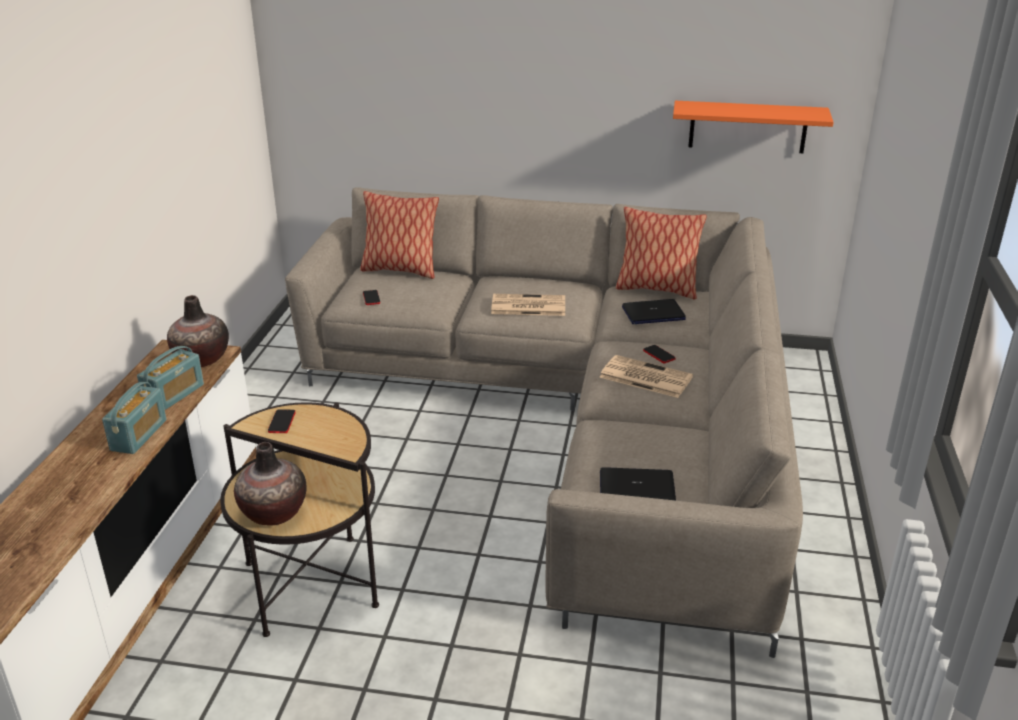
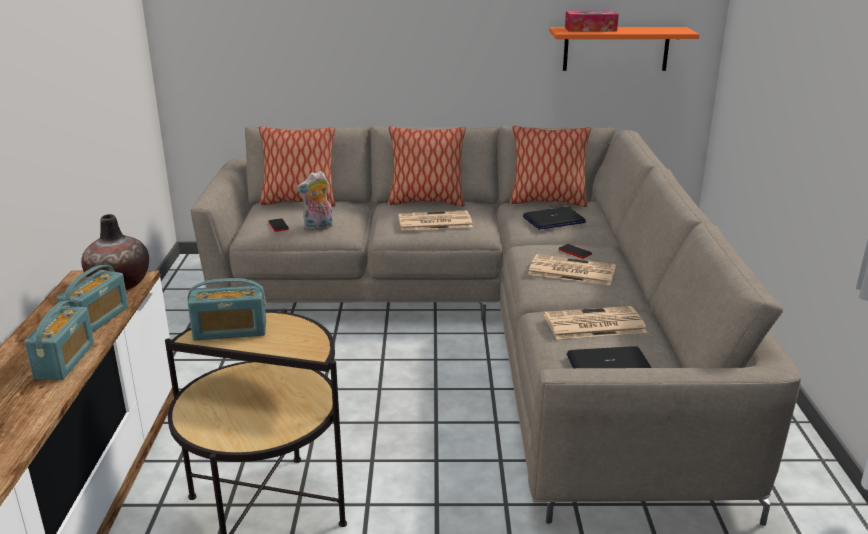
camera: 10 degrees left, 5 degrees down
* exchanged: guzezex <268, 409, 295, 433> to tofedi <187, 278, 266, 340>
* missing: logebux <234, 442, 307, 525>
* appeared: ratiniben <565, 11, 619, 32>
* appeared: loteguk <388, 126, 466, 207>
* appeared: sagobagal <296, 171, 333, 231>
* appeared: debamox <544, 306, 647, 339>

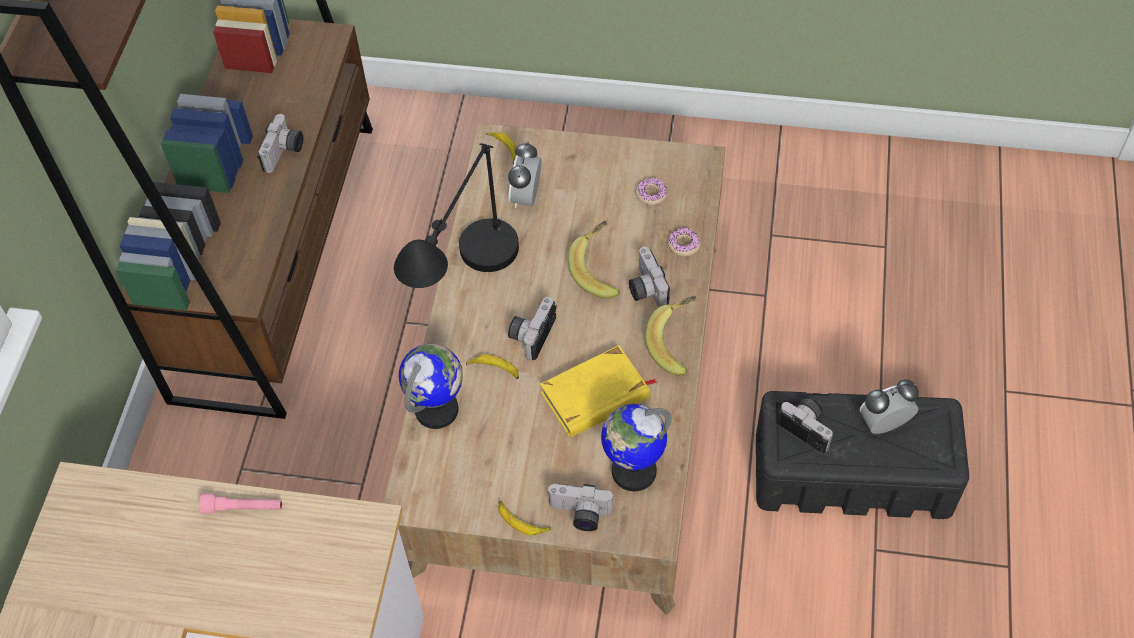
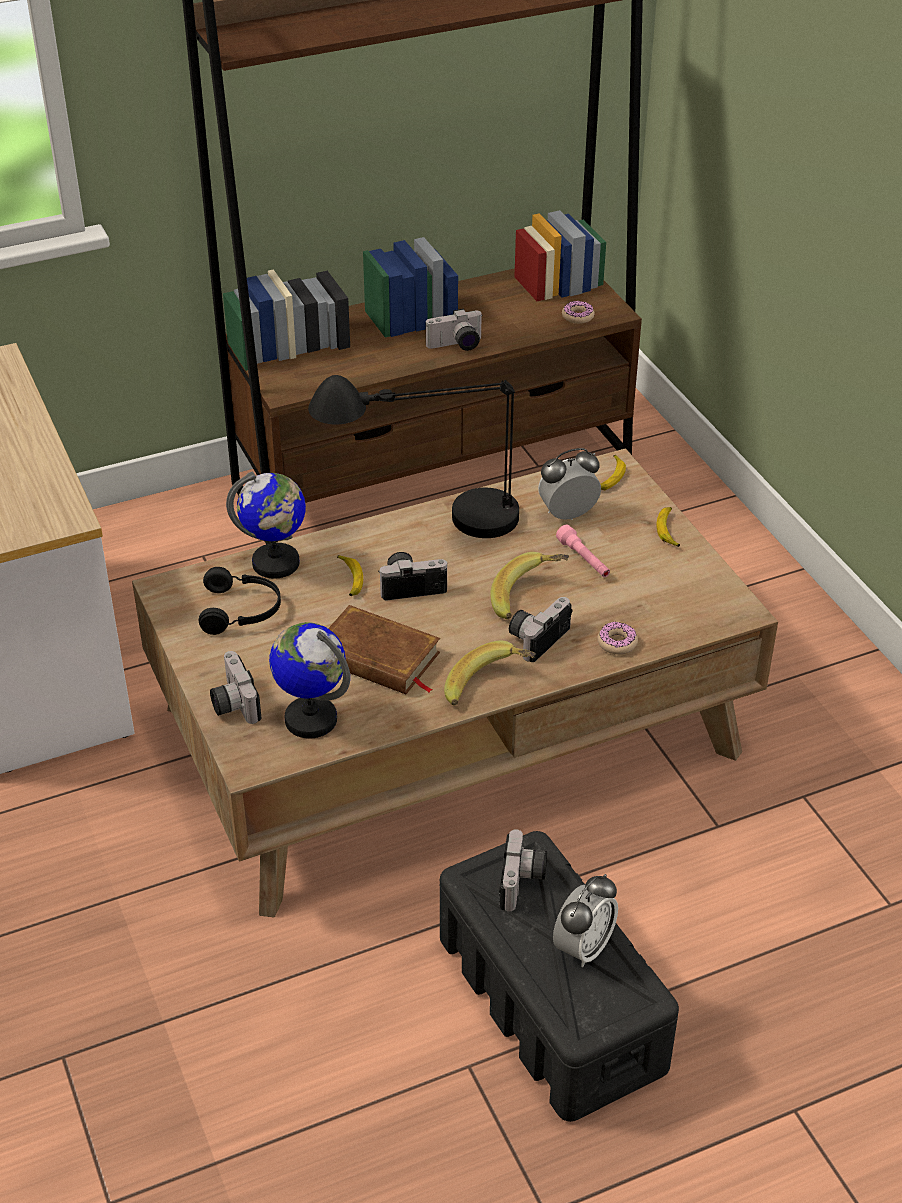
camera: 55 degrees right, 15 degrees down
* relocated: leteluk <636, 178, 668, 206> to <562, 301, 595, 324>
* colour: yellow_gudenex <540, 345, 656, 438> to brown_gudenex <328, 605, 440, 695>
* spun: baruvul <859, 379, 919, 434> = <553, 874, 618, 967> 90 degrees clockwise
* relocated: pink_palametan <199, 494, 282, 514> to <556, 525, 610, 577>
* relocated: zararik <498, 501, 551, 536> to <657, 507, 680, 547>
* appeared: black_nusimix <198, 567, 281, 635>

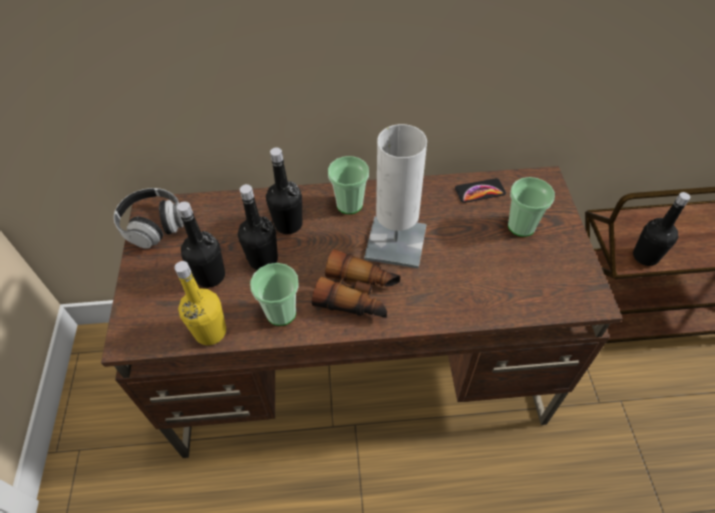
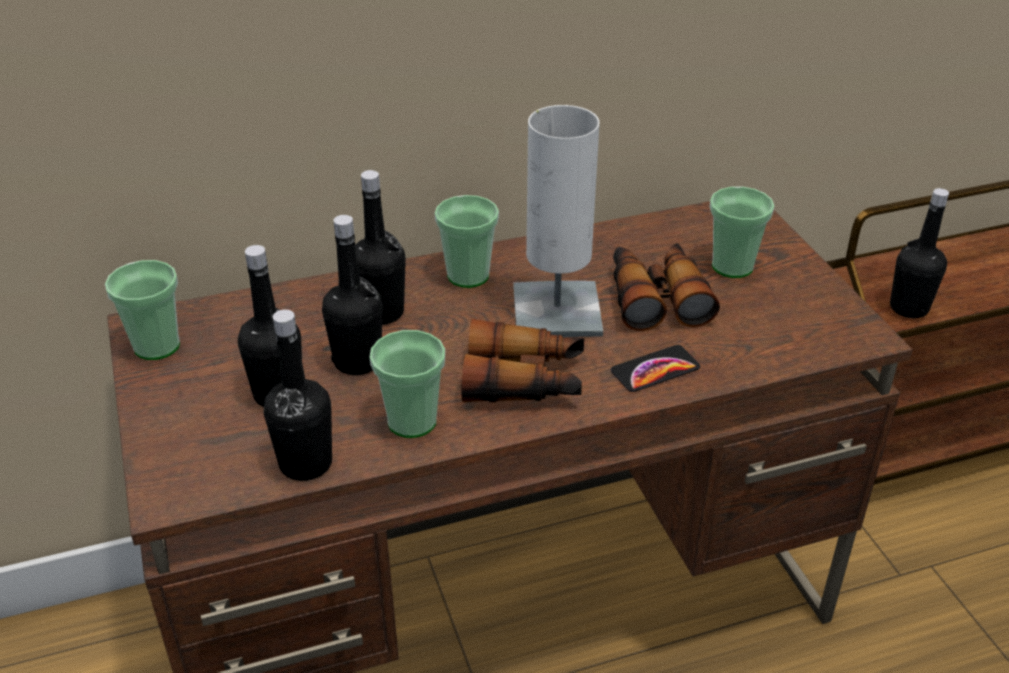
camera: 15 degrees left, 15 degrees down
* relocated: guzezex <455, 178, 506, 203> to <611, 345, 700, 392>
* exchanged: nusimix <114, 188, 184, 249> to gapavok <105, 260, 180, 360>
* colour: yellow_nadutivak <174, 261, 226, 345> to black_nadutivak <264, 310, 332, 481>
* appeared: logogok <613, 243, 720, 331>

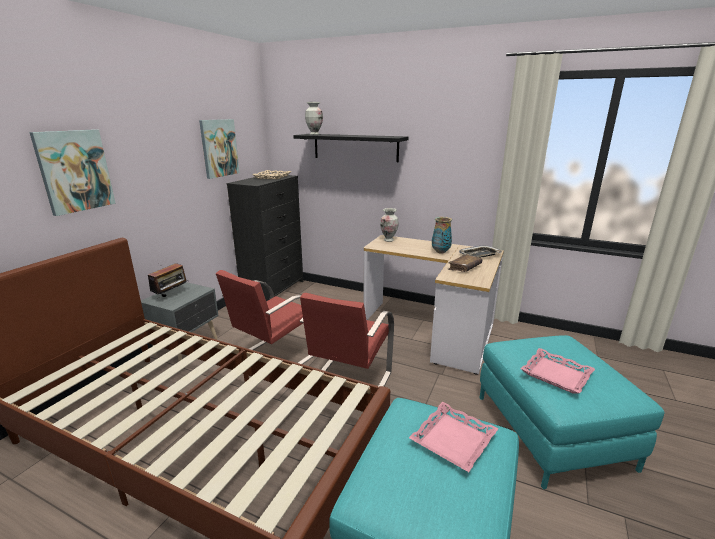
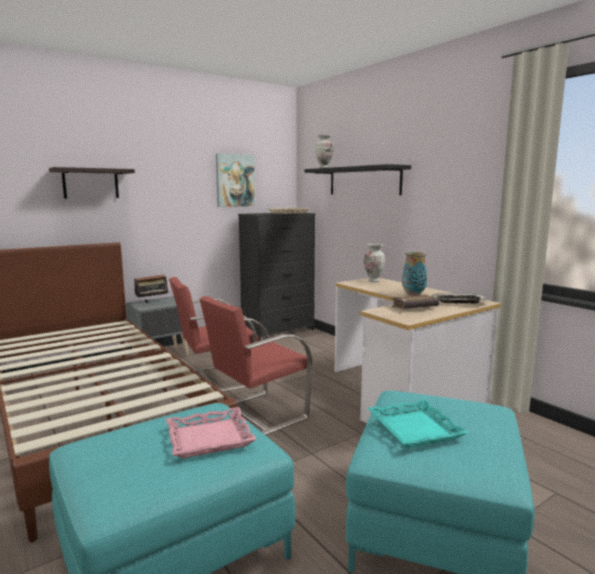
camera: 30 degrees right, 10 degrees down
* exchanged: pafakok <29, 129, 116, 216> to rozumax <49, 167, 135, 199>
* colour: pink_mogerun <521, 348, 595, 394> to turquoise_mogerun <368, 399, 468, 448>

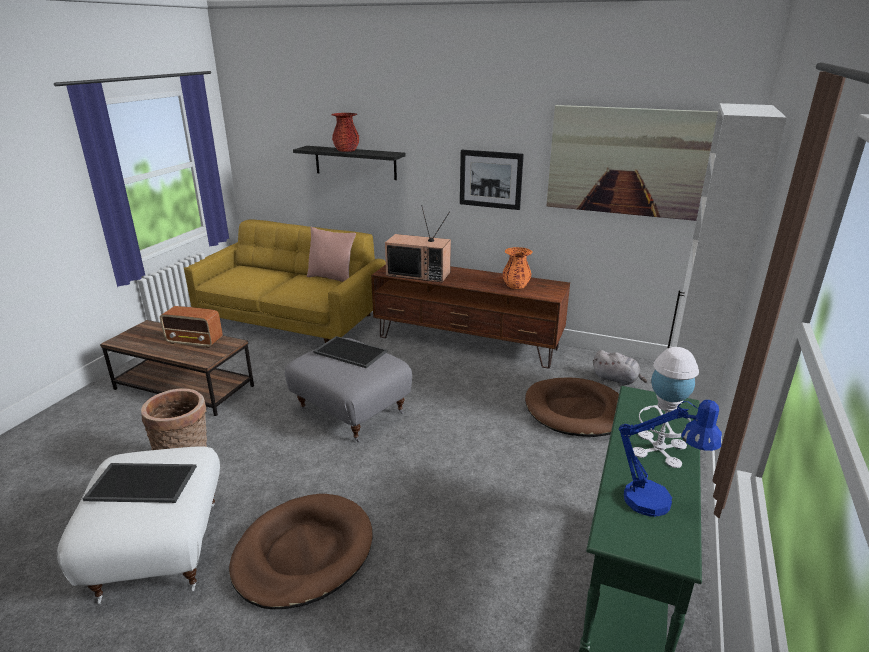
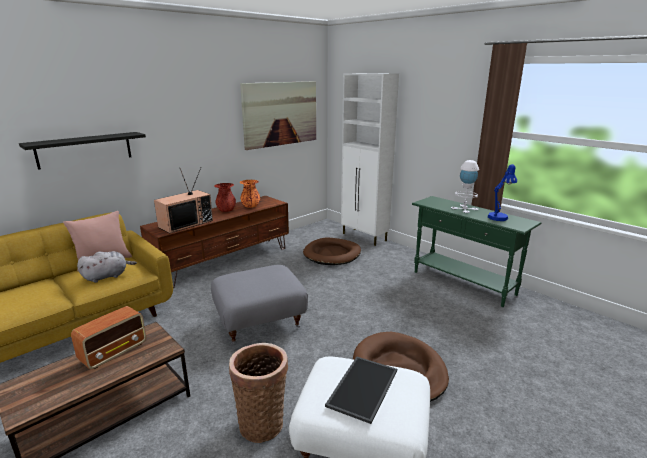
camera: 65 degrees left, 5 degrees down
* relocated: red_logebux <331, 113, 359, 152> to <215, 183, 236, 212>
* missing: pafakok <460, 150, 524, 210>
* missing: mogerun <313, 336, 387, 368>
* relocated: grey_sagobagal <593, 350, 647, 386> to <77, 251, 137, 283>

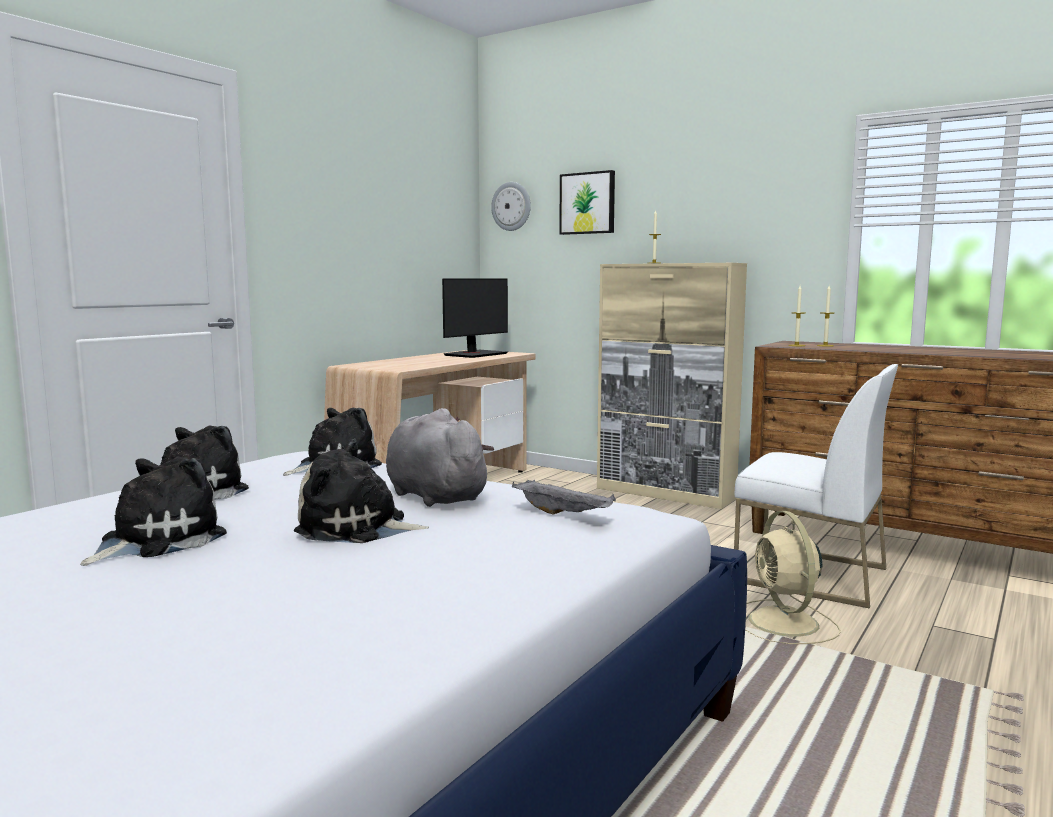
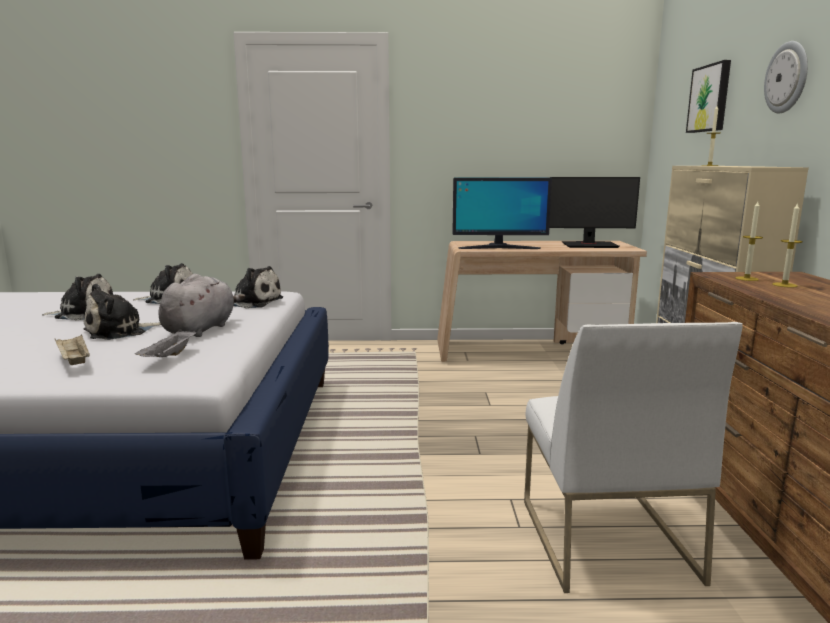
camera: 55 degrees right, 5 degrees up
* relocated: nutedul <491, 182, 531, 231> to <764, 41, 808, 114>
* spun: sagobagal <294, 439, 429, 543> = <84, 283, 161, 340> 105 degrees counterclockwise
* missing: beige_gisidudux <745, 511, 841, 644>
* appeared: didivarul <452, 178, 552, 249>
* appeared: beige_mogerun <55, 334, 90, 365>

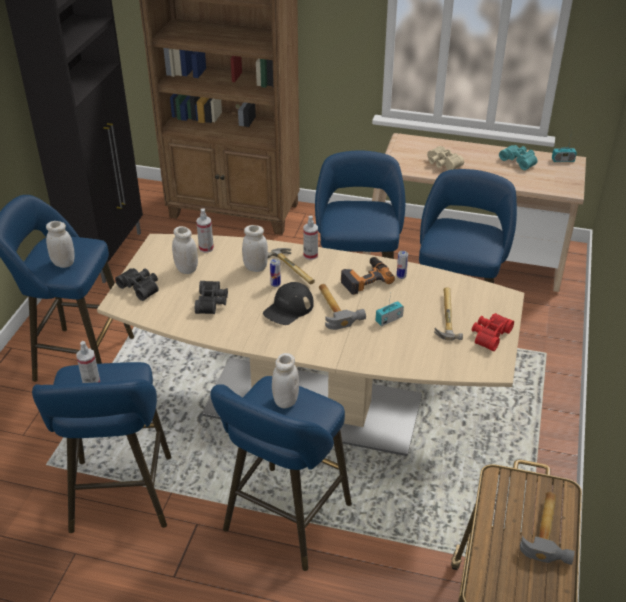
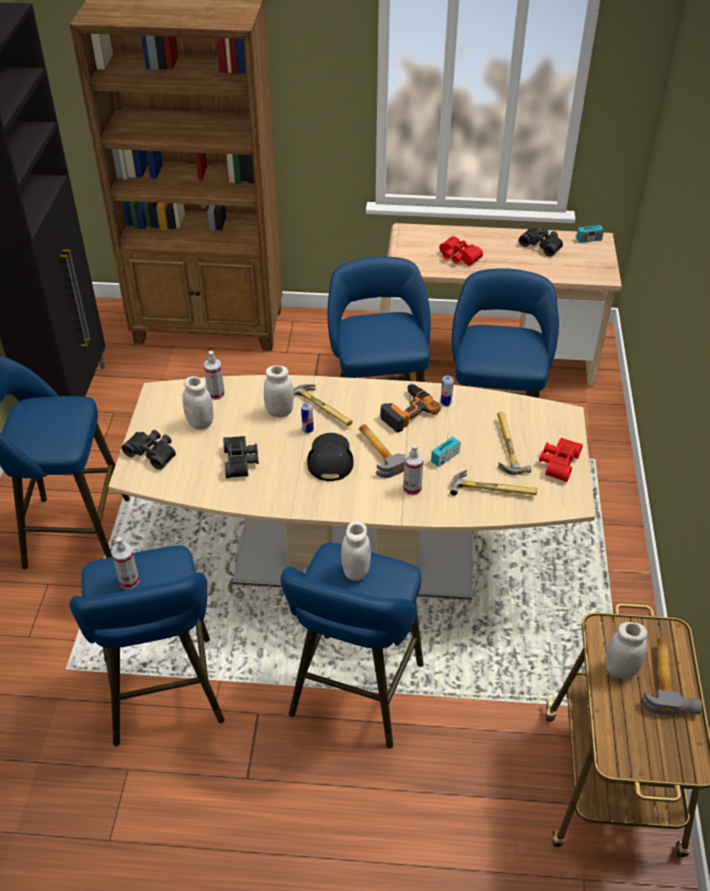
camera: 10 degrees left, 5 degrees up
* colour: turquoise_logogok <499, 145, 538, 170> to black_logogok <519, 227, 563, 257>
* colour: beige_logogok <427, 146, 464, 170> to red_logogok <439, 236, 483, 266>
* relocated: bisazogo <303, 215, 318, 260> to <403, 445, 423, 496>
* relocated: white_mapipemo <46, 221, 75, 268> to <605, 622, 647, 679>
* spun: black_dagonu <263, 282, 314, 325> = <307, 433, 354, 481> 150 degrees clockwise
* appeared: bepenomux <450, 470, 537, 496>

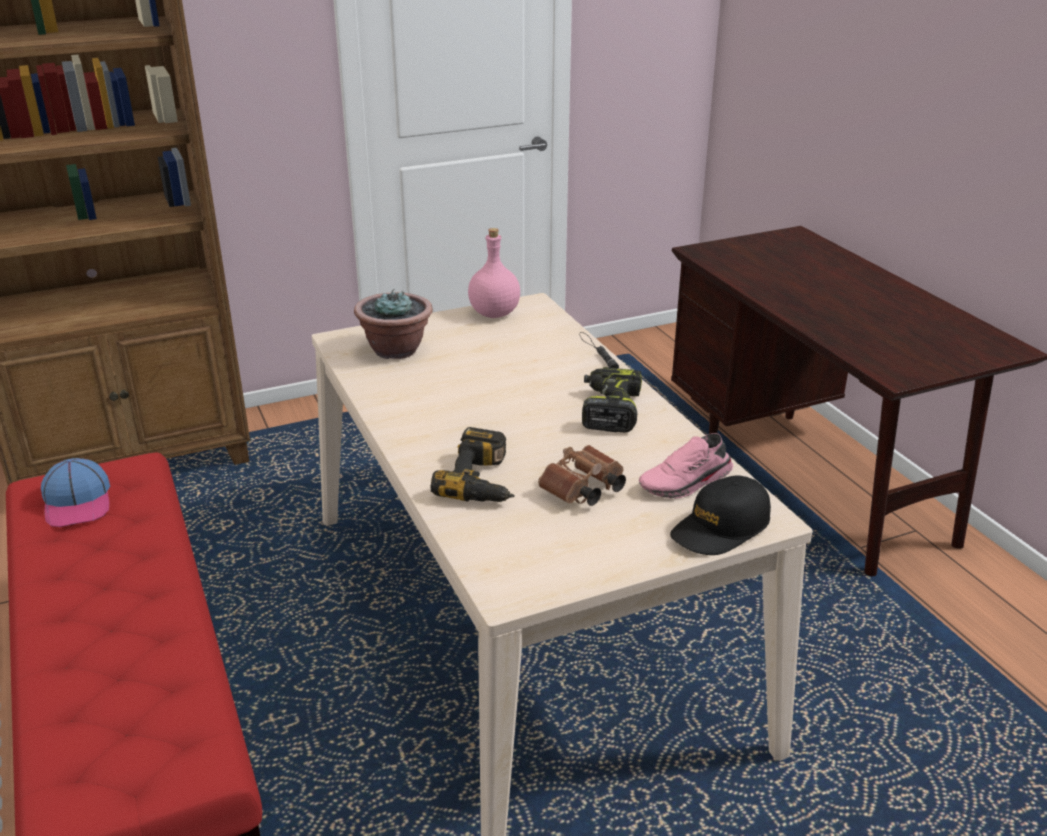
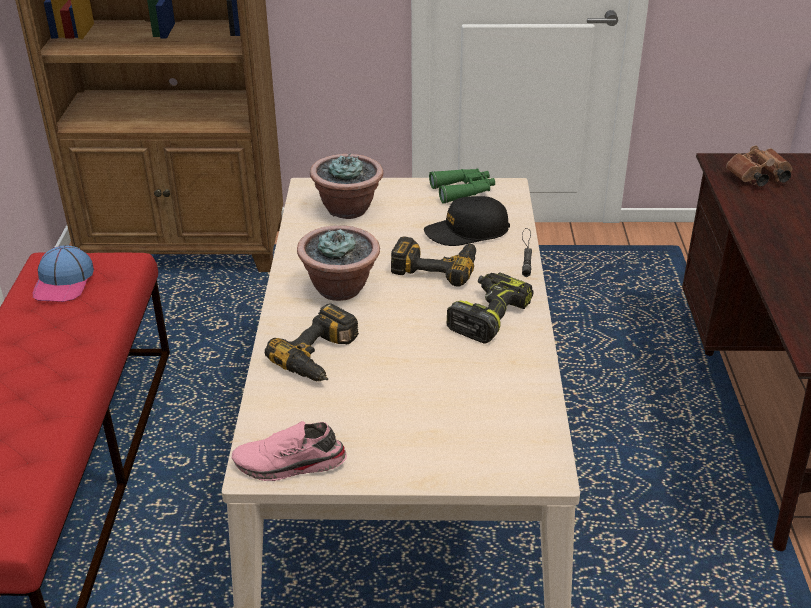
camera: 25 degrees right, 5 degrees up
* exchanged: pink_nadutivak <468, 228, 520, 318> to green_logogok <429, 168, 495, 204>
* relocated: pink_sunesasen <639, 433, 733, 498> to <232, 421, 347, 481>
* relocated: brown_logogok <538, 445, 626, 506> to <726, 145, 793, 187>
* relocated: black_dagonu <670, 475, 771, 555> to <424, 196, 510, 246>
* appeared: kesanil <297, 225, 380, 301>
* appeared: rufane <391, 236, 476, 287>

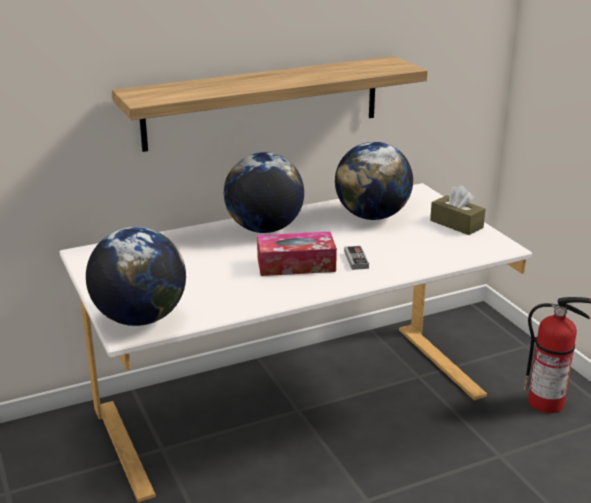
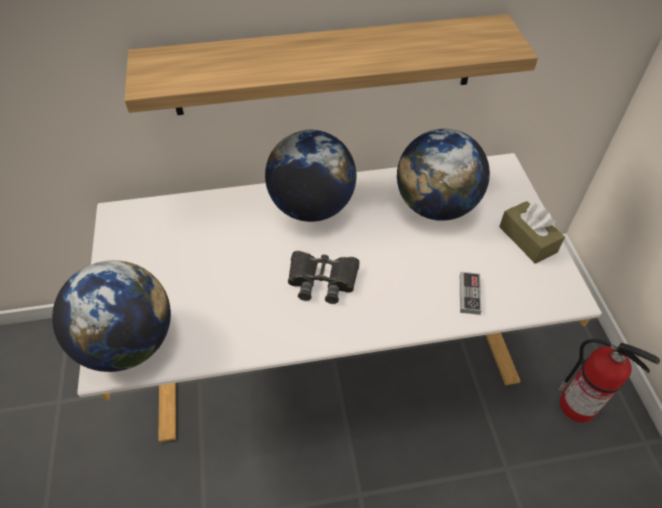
camera: 15 degrees right, 25 degrees up
* exchanged: ratiniben <257, 232, 337, 276> to black_logogok <288, 251, 360, 304>
* relocated: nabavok <344, 246, 369, 270> to <460, 272, 482, 315>

